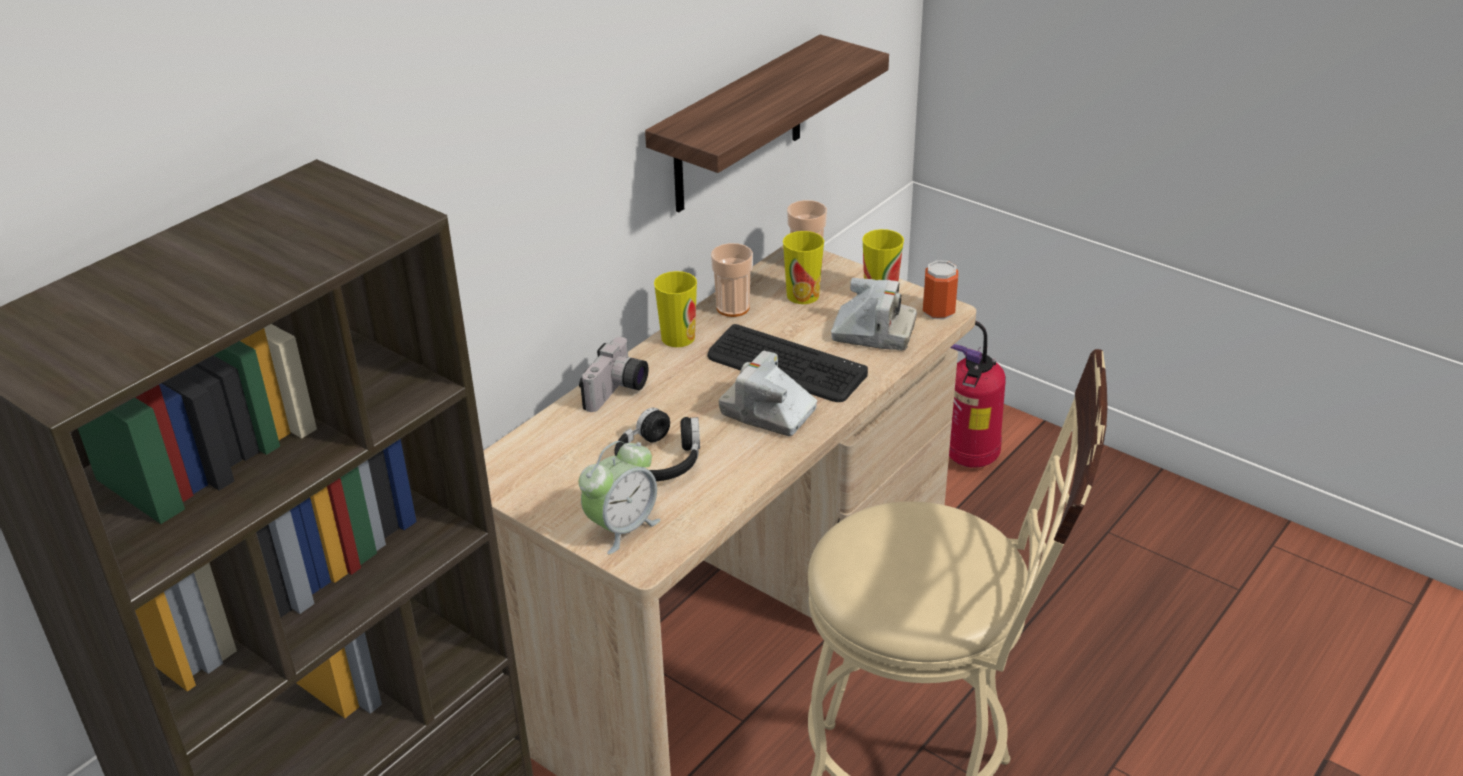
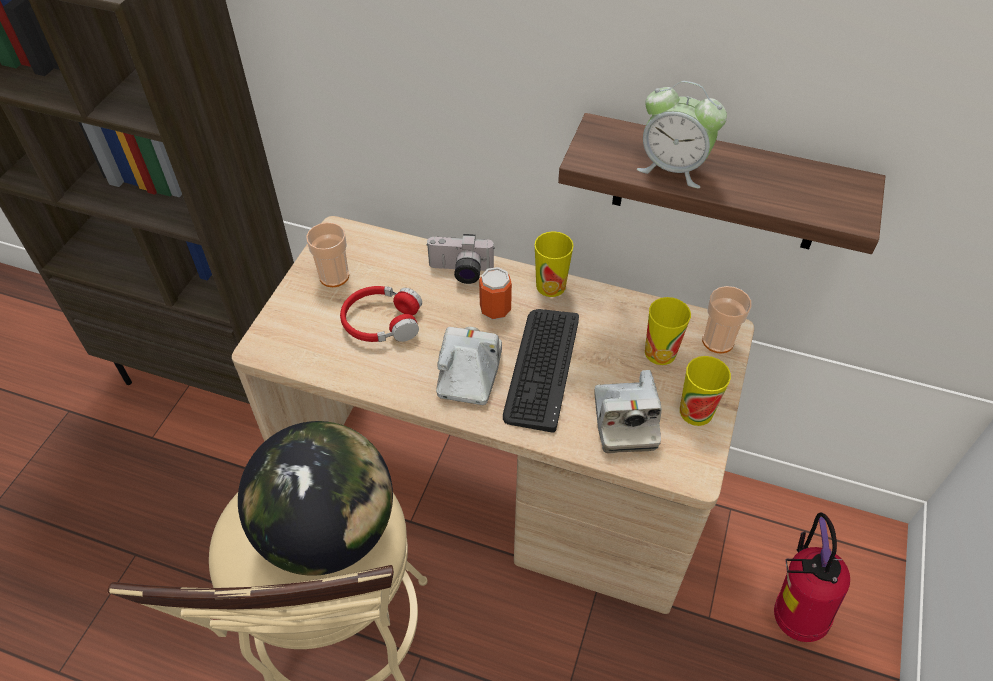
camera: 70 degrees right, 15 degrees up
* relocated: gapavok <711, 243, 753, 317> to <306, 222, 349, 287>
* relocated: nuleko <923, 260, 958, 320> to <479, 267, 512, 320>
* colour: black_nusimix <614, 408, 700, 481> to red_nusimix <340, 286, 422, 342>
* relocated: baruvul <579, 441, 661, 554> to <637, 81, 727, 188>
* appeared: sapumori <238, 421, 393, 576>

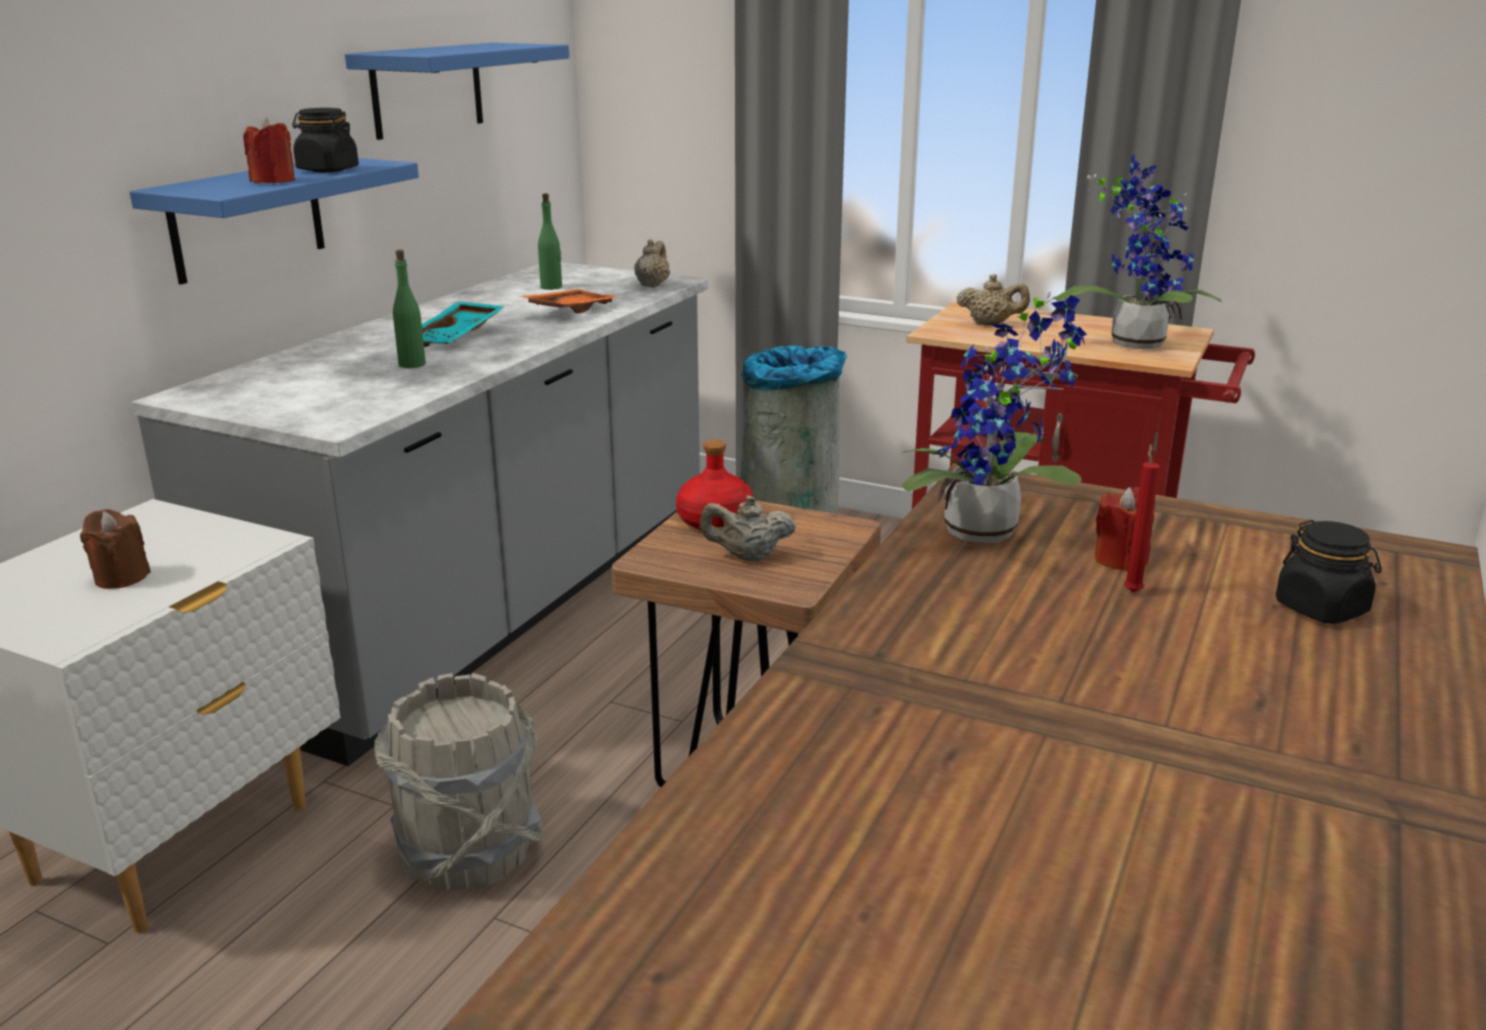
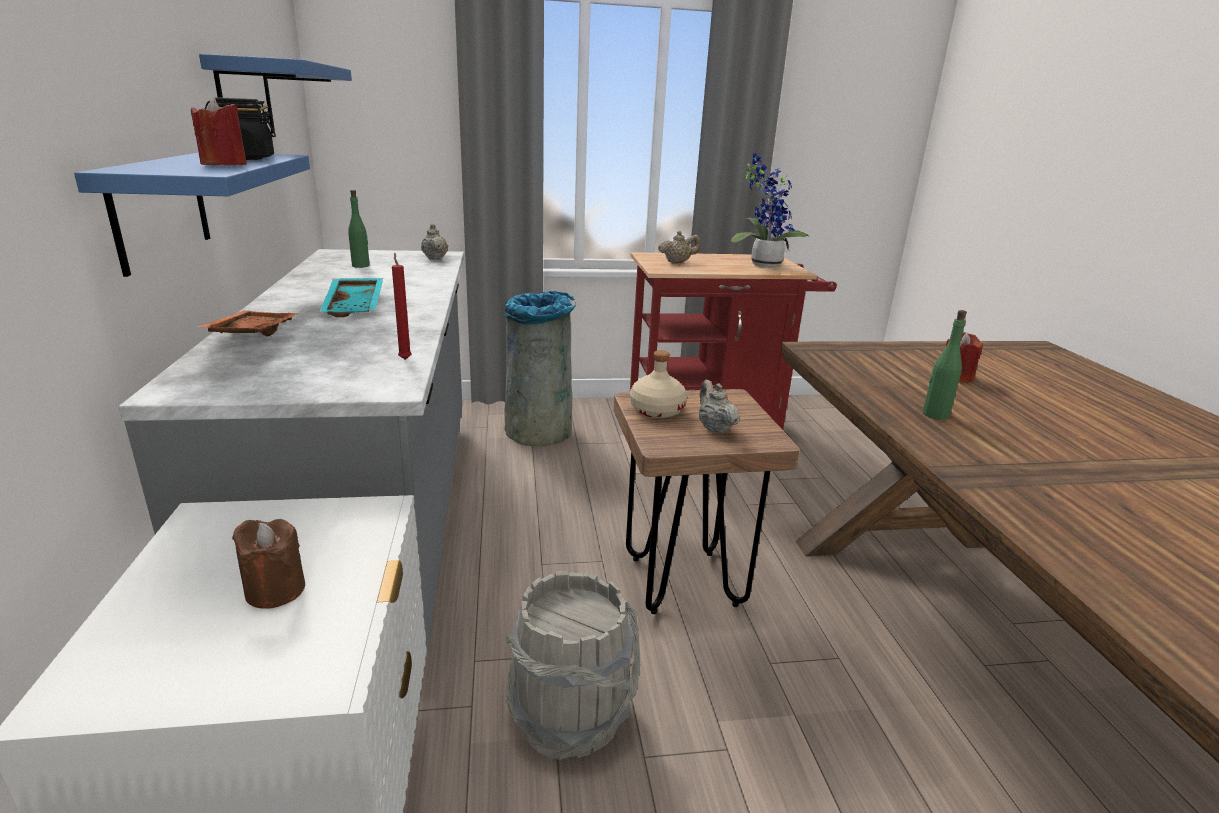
camera: 35 degrees left, 0 degrees up
* relocated: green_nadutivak <393, 249, 426, 368> to <922, 310, 967, 420>
* relocated: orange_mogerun <519, 289, 618, 313> to <196, 310, 300, 336>
* missing: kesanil <902, 292, 1087, 543>
* colour: red_nadutivak <676, 440, 754, 530> to beige_nadutivak <630, 350, 687, 418>
* relocated: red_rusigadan <1124, 444, 1160, 592> to <392, 253, 412, 360>
* spun: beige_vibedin <700, 496, 796, 561> = <699, 380, 740, 433> 105 degrees clockwise
* missing: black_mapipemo <1276, 520, 1382, 624>

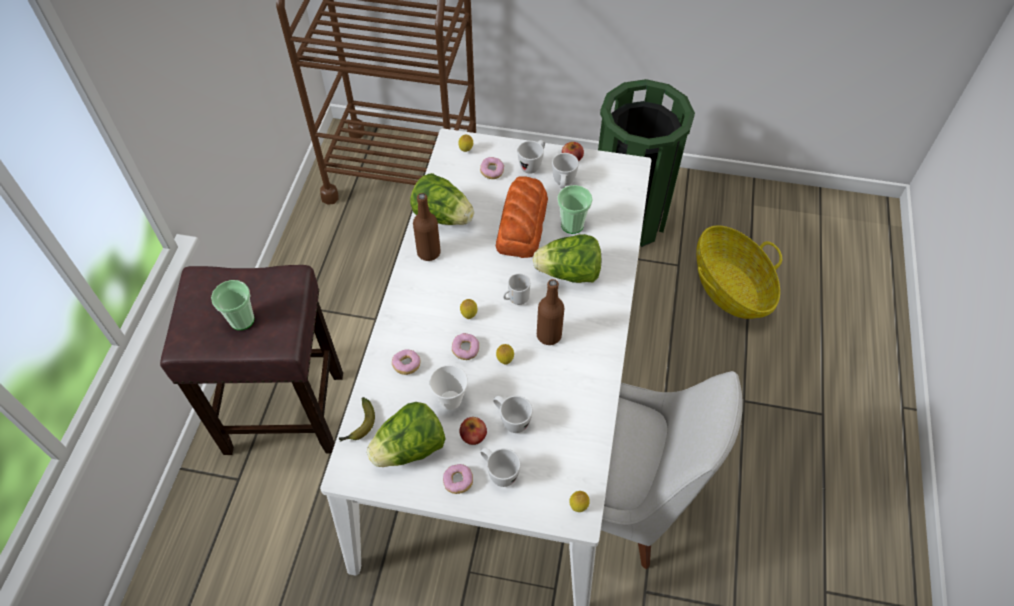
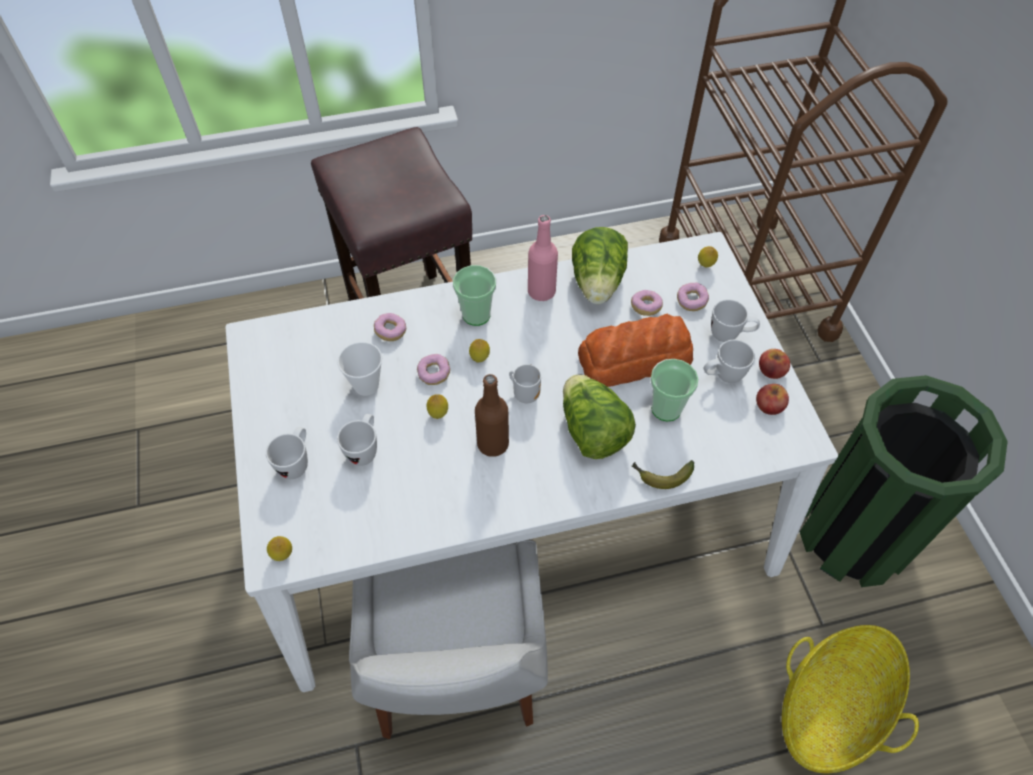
camera: 65 degrees right, 0 degrees up
* colour: brown_nadutivak <413, 193, 441, 261> to pink_nadutivak <528, 215, 558, 301>
* relocated: gapavok <211, 280, 254, 330> to <453, 265, 496, 326>
* relocated: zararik <339, 397, 375, 442> to <632, 460, 694, 489>
* missing: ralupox <367, 402, 446, 467>
* relocated: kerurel <459, 417, 487, 445> to <756, 384, 789, 415>
* relocated: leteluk <443, 464, 473, 494> to <631, 290, 663, 316>

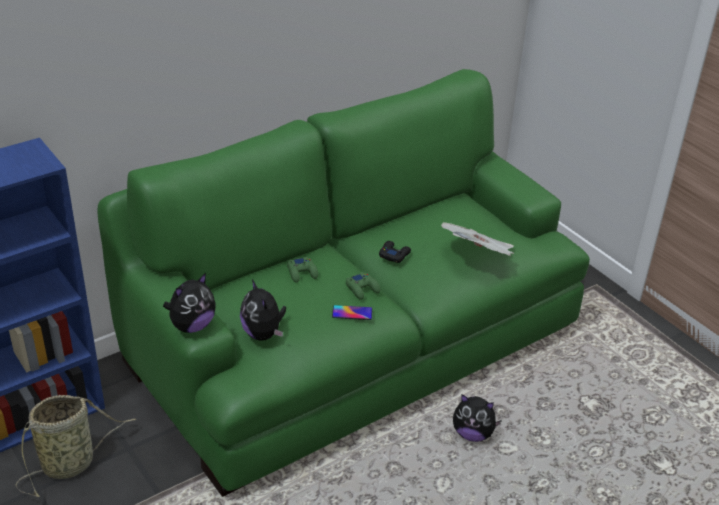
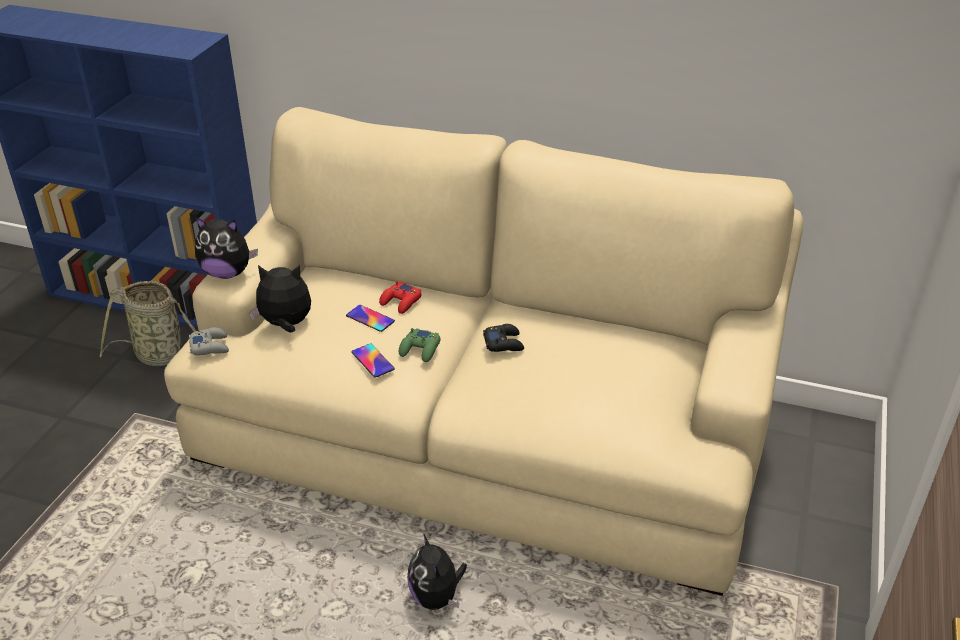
camera: 55 degrees right, 0 degrees up
* colour: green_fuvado <97, 69, 590, 497> to beige_fuvado <164, 107, 803, 596>
* missing: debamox <441, 222, 514, 256>
* colour: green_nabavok <287, 257, 318, 283> to red_nabavok <379, 281, 422, 314>
* spun: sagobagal <240, 279, 286, 341> = <249, 265, 311, 333> 60 degrees clockwise
* appeared: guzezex <346, 305, 395, 332>
* appeared: grey_nabavok <189, 327, 229, 356>

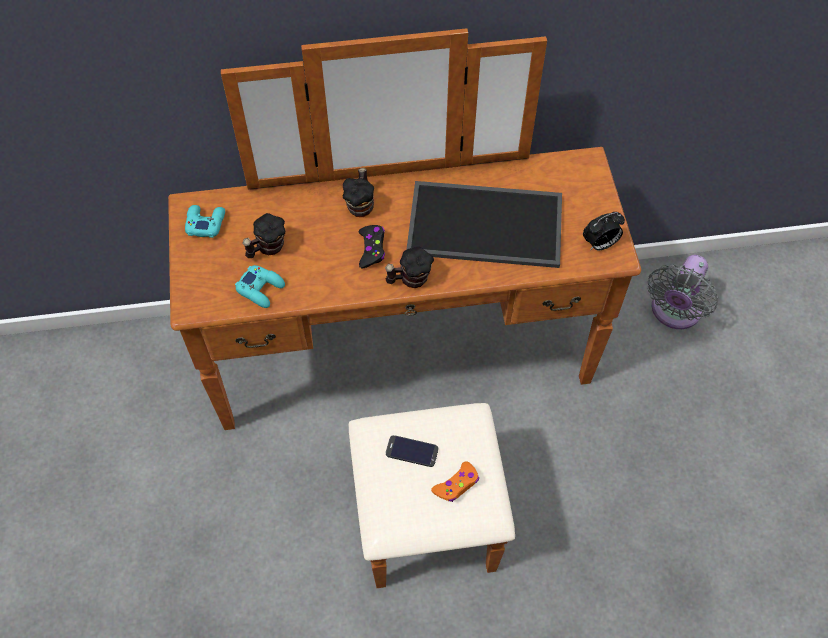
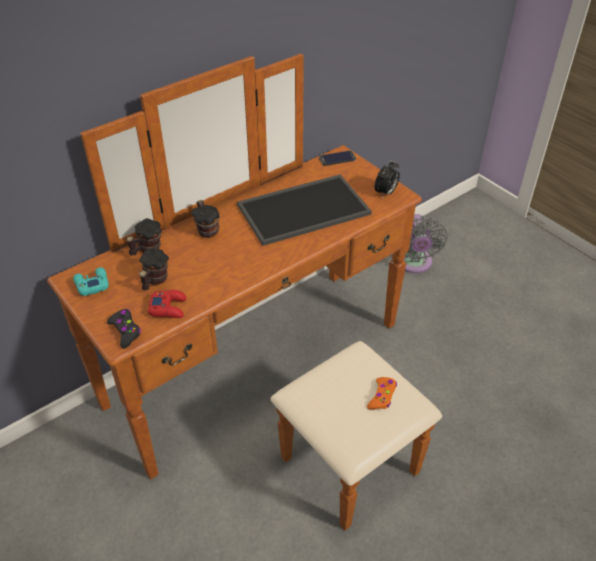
camera: 30 degrees left, 15 degrees down
* relocated: black_nabavok <359, 225, 385, 269> to <107, 309, 141, 349>
* relocated: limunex <385, 246, 434, 288> to <126, 218, 161, 255>
* colour: turquoise_nabavok <235, 265, 285, 308> to red_nabavok <148, 290, 186, 318>
* relocated: guzezex <385, 435, 438, 467> to <319, 151, 356, 166>

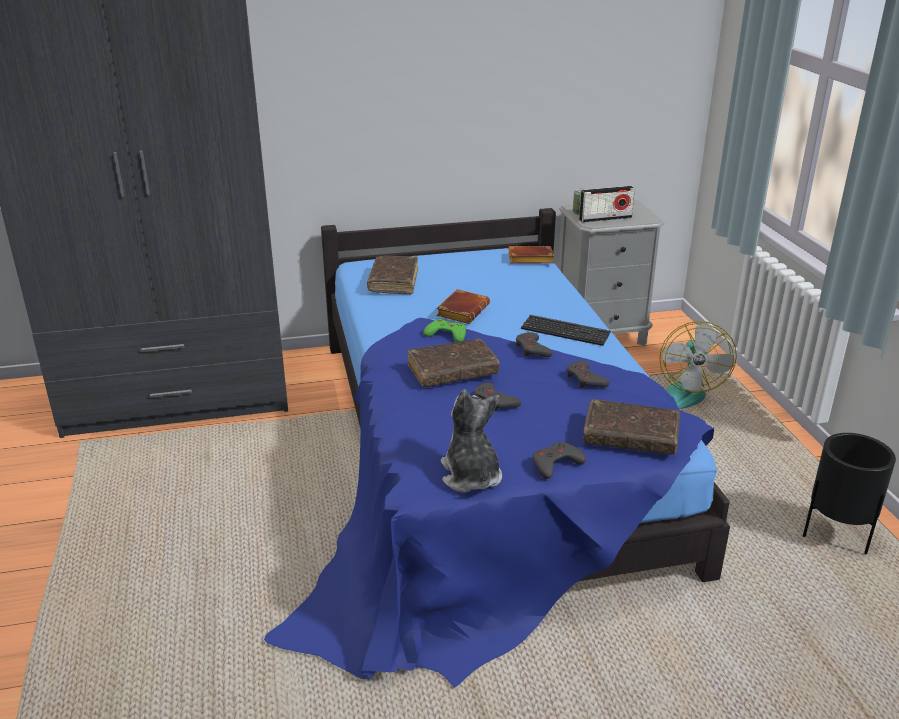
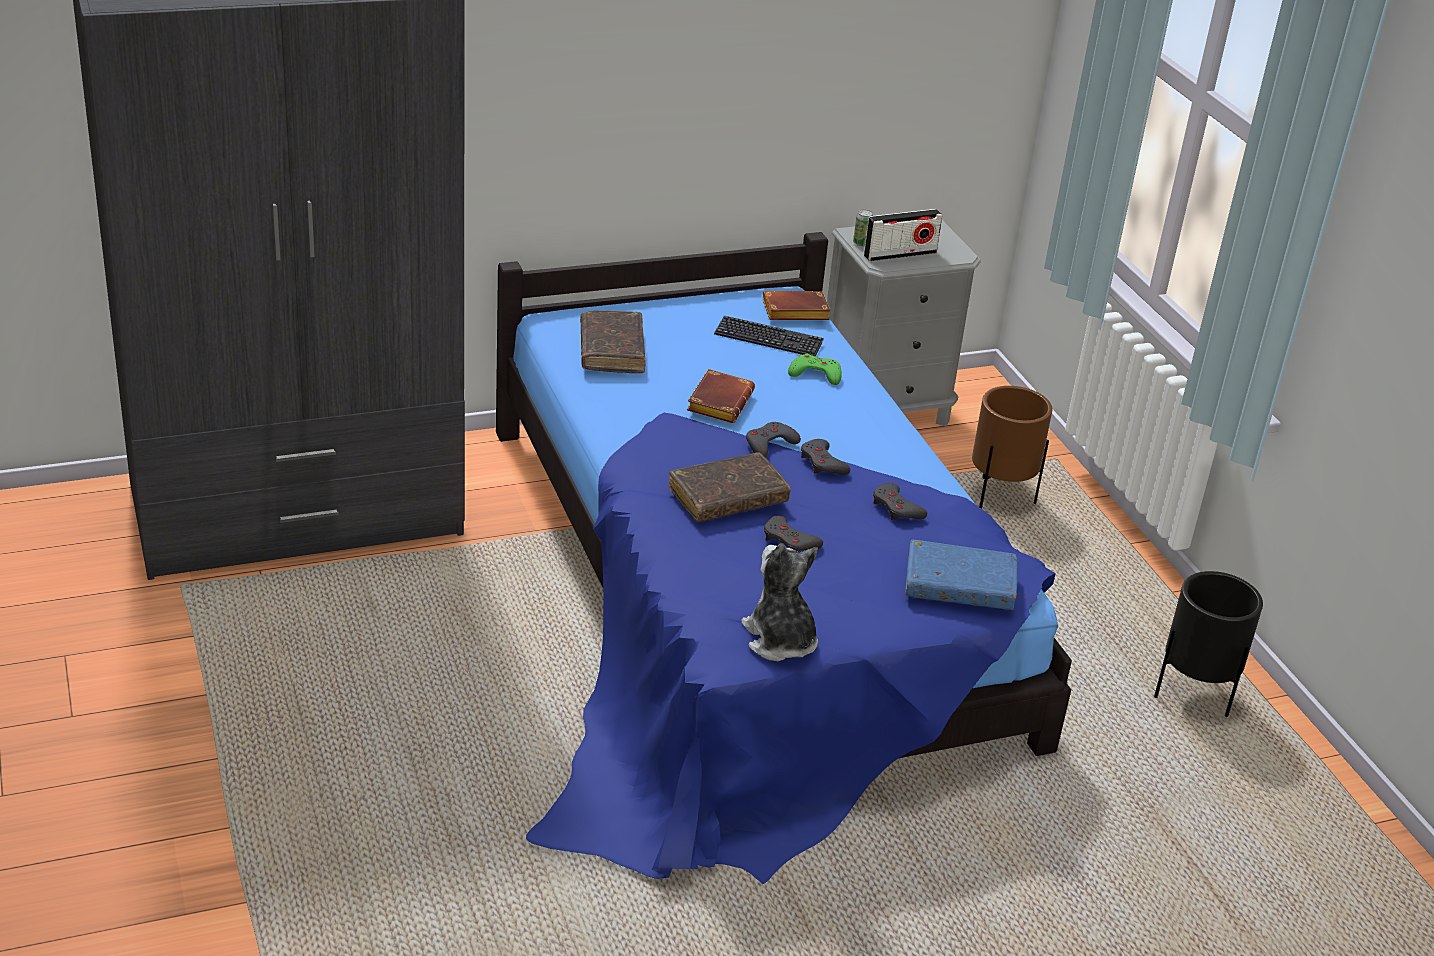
camera: 10 degrees left, 5 degrees up
* relocated: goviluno <521, 315, 611, 346> to <714, 316, 824, 356>
* relocated: green_nabavok <424, 319, 466, 342> to <788, 353, 842, 385>
* exchanged: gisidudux <649, 321, 737, 409> to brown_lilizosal <972, 386, 1052, 509>
* colour: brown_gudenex <583, 399, 680, 455> to blue_gudenex <905, 540, 1017, 610>
* relocated: grey_nabavok <532, 442, 586, 479> to <746, 422, 801, 457>

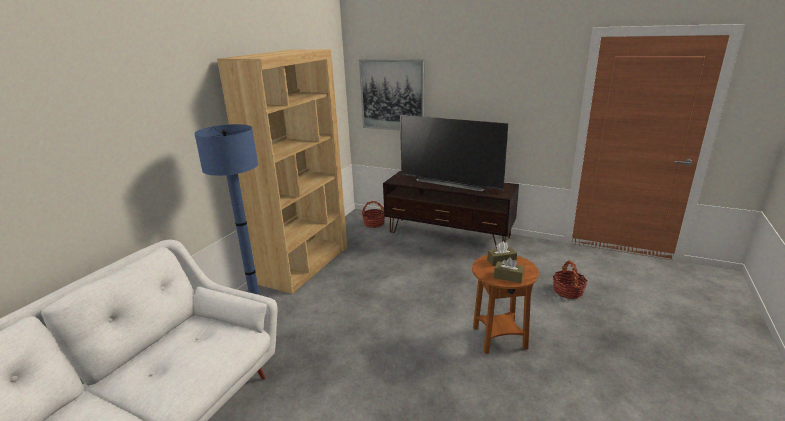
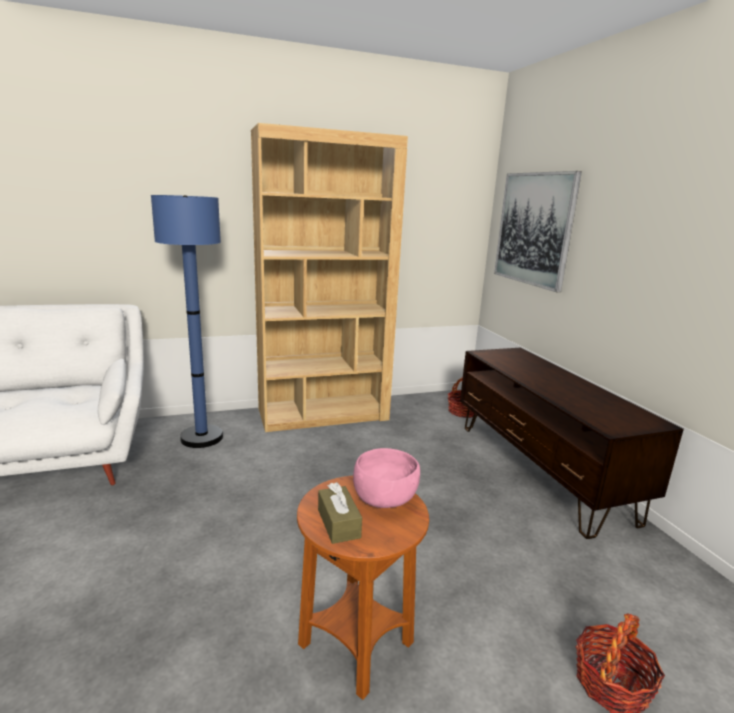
camera: 45 degrees right, 5 degrees down
* missing: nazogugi <400, 115, 508, 191>
* exchanged: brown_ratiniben <487, 241, 517, 266> to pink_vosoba <353, 448, 420, 508>

